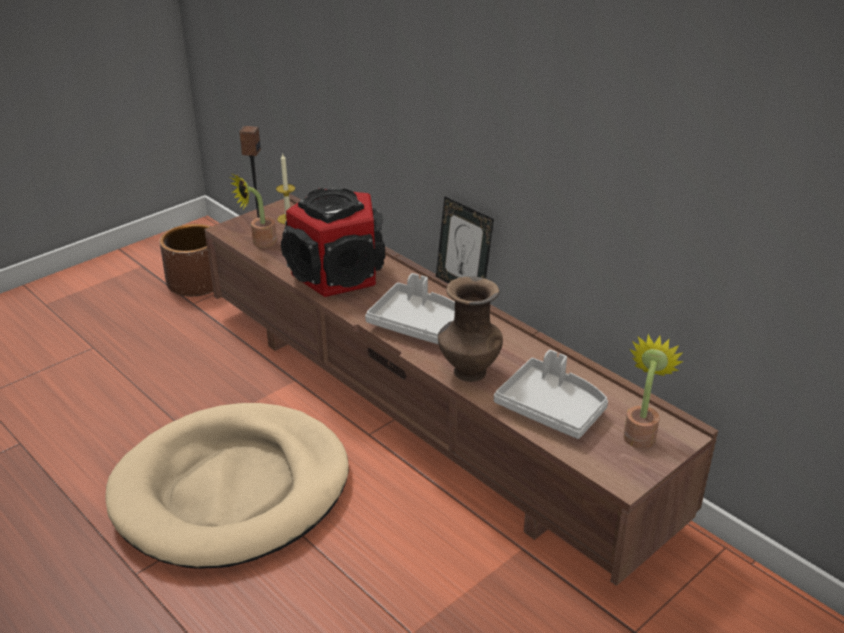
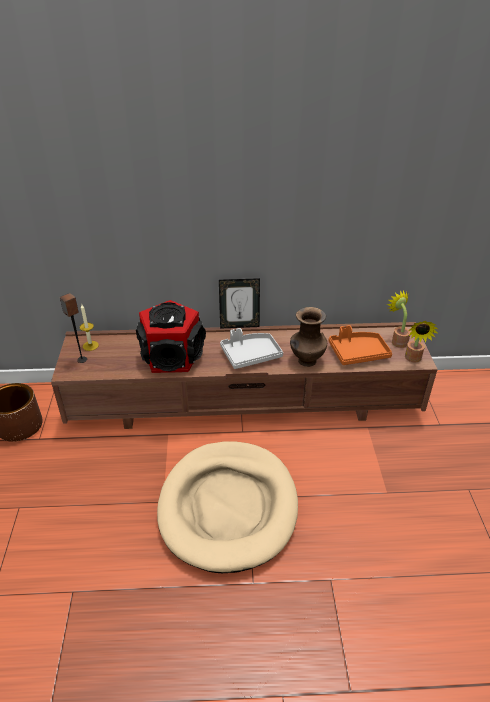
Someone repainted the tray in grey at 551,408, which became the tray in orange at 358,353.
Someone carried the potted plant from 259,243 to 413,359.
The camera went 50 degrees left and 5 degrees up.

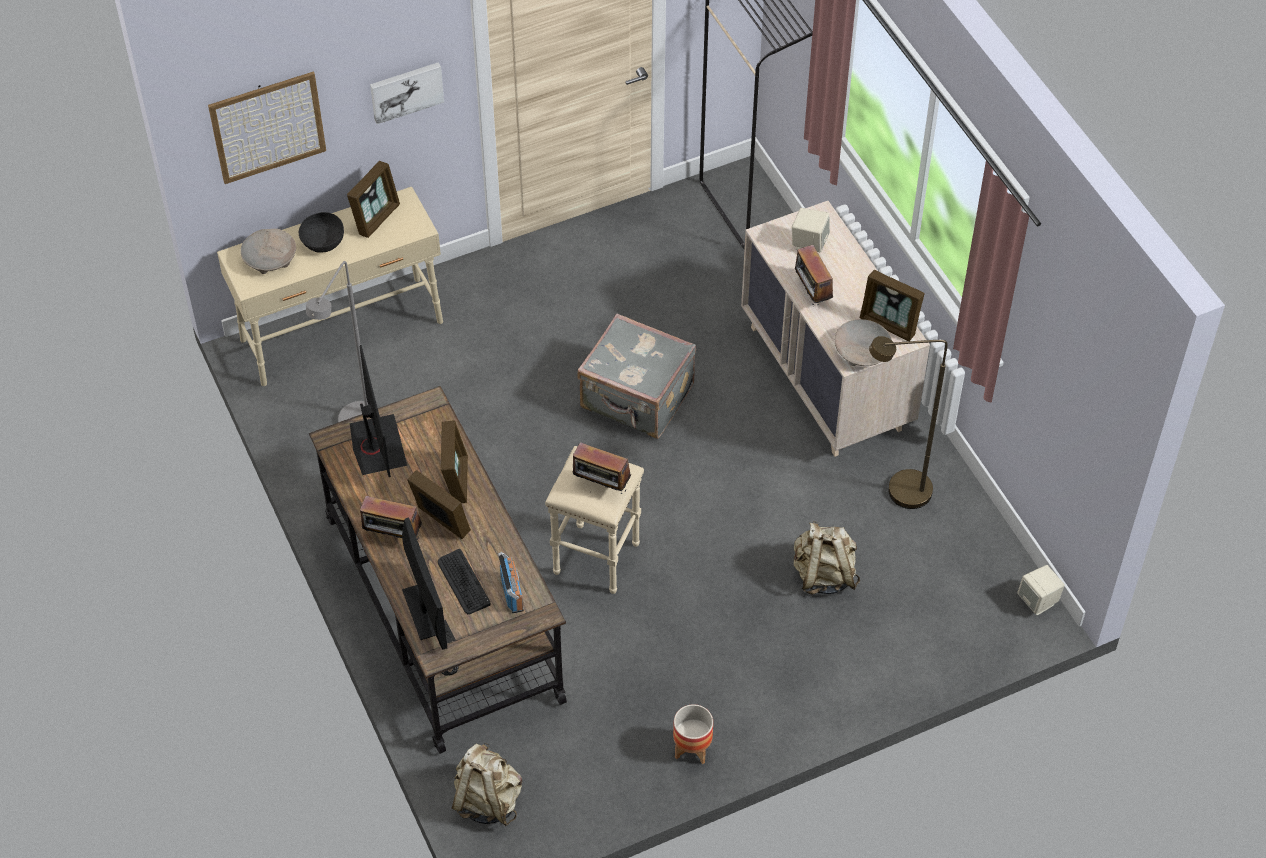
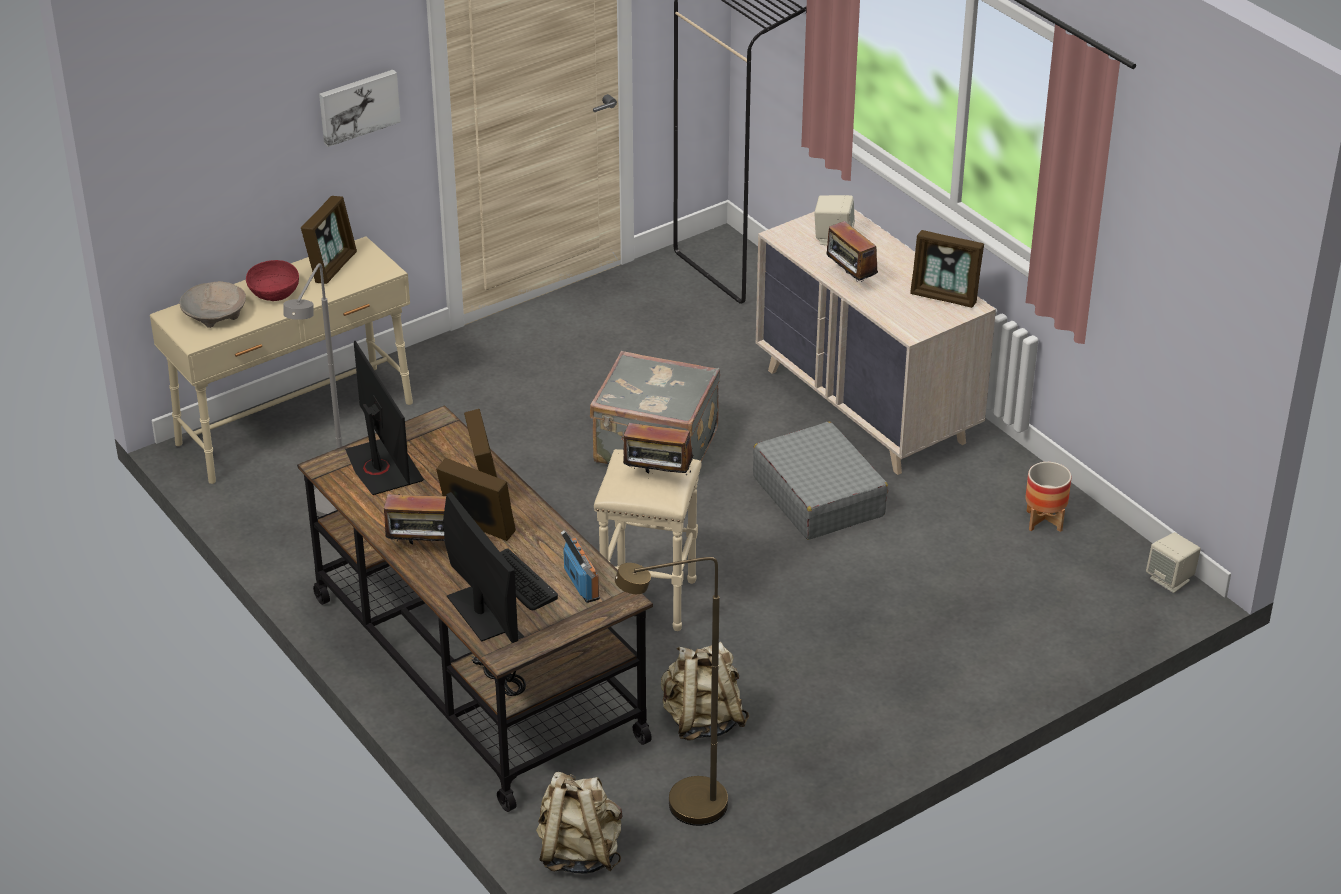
Someone repainted the bowl in black at 323,242, which became the bowl in red at 274,293.
Someone carried the floor lamp in brown from 897,493 to 682,809.
Someone carried the backpack in beige from 823,575 to 702,720.
Someone put down the suitcase in grey at 818,496.
Someone carried the planter from 692,748 to 1044,521.
Someone took away the picture at 267,125.
Someone took away the bowl in beige at 862,351.
The camera went 10 degrees left and 15 degrees down.

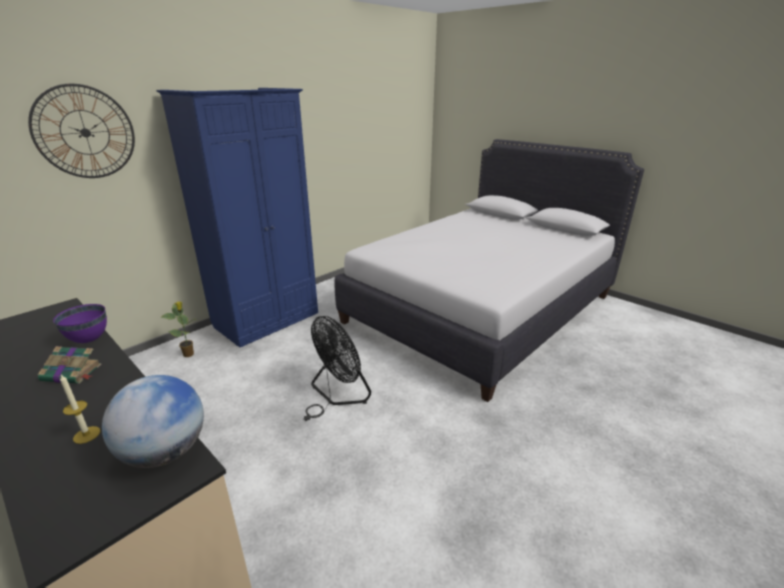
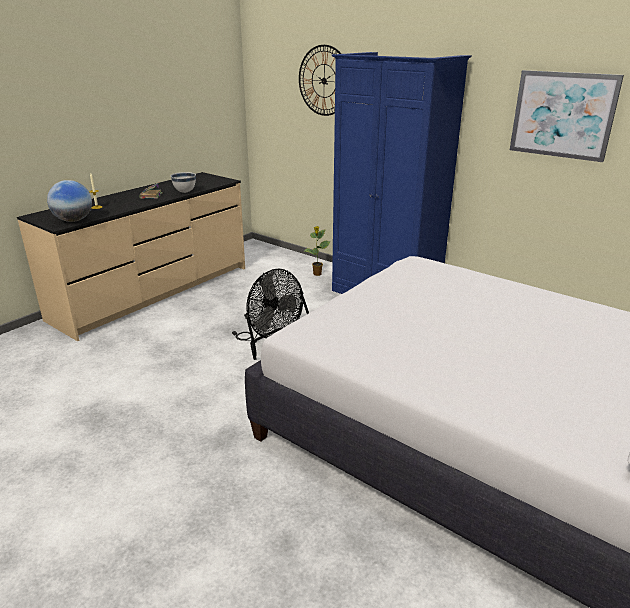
Someone repainted the bowl in purple at 89,340, which became the bowl in white at 184,192.
Someone put up the picture at 562,115.
The camera went 85 degrees right and 0 degrees up.

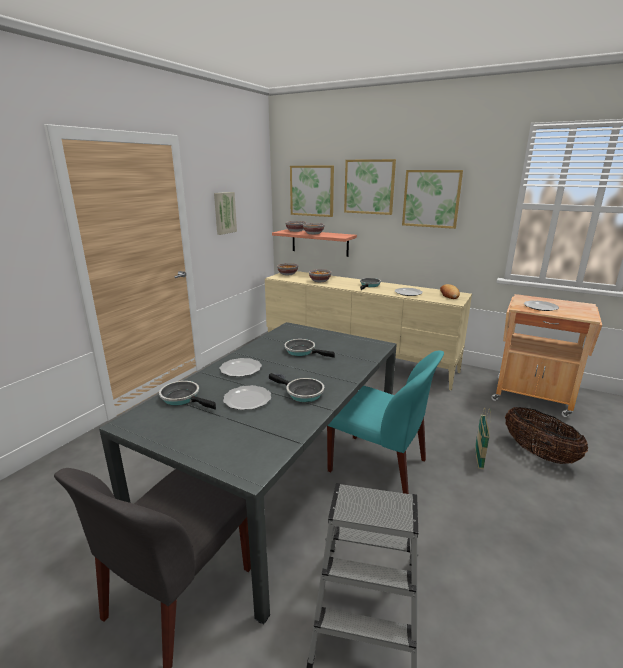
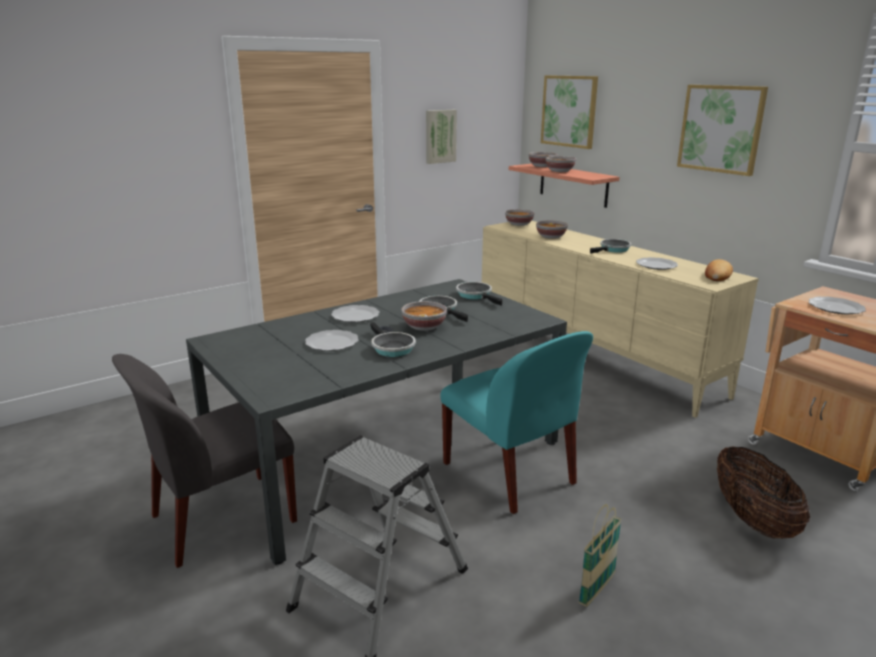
Someone put down the bowl at 424,326.
Someone carried the frying pan from 183,398 to 476,295.
Someone carried the basket from 478,458 to 597,589.
Someone took away the picture at 369,187.
The camera went 25 degrees right and 0 degrees up.

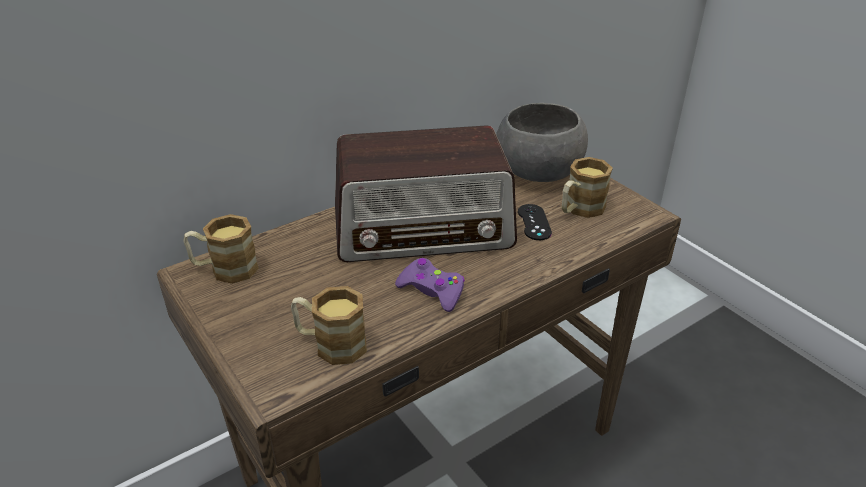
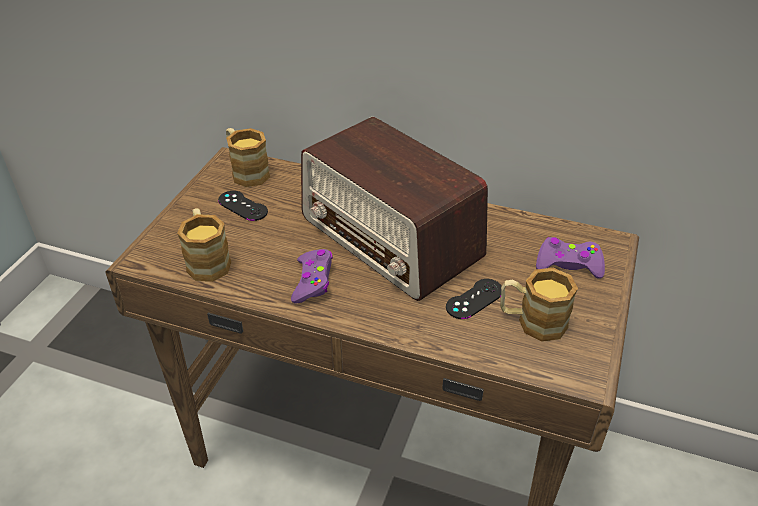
Someone put down the game controller in black at 243,206.
Someone swapped the bowl in grey at 537,170 for the game controller in purple at 568,264.
The camera went 55 degrees right and 5 degrees up.

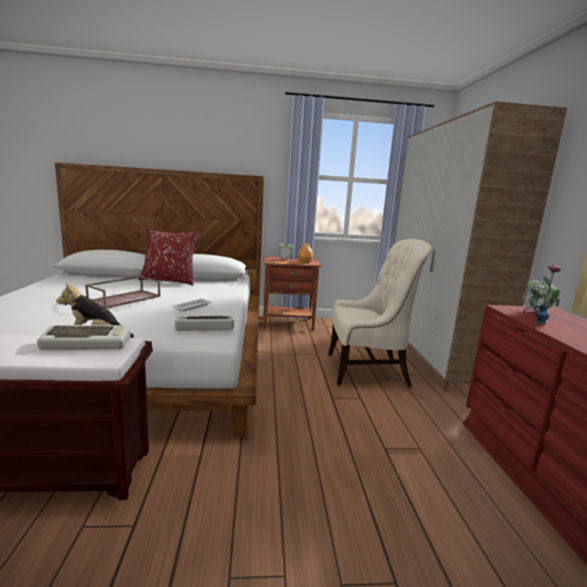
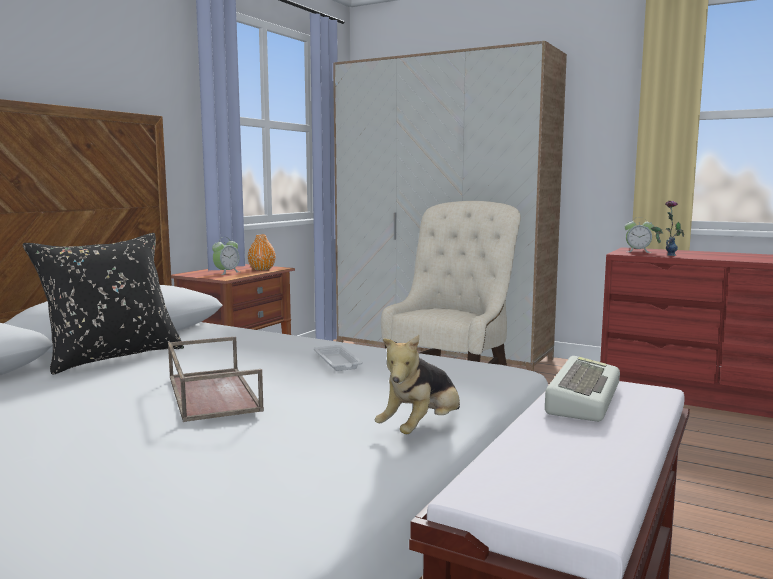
Someone repainted the pillow in red at 169,281, which became the pillow in black at 112,357.
Someone took away the keyboard at 204,327.
The camera went 55 degrees left and 5 degrees down.

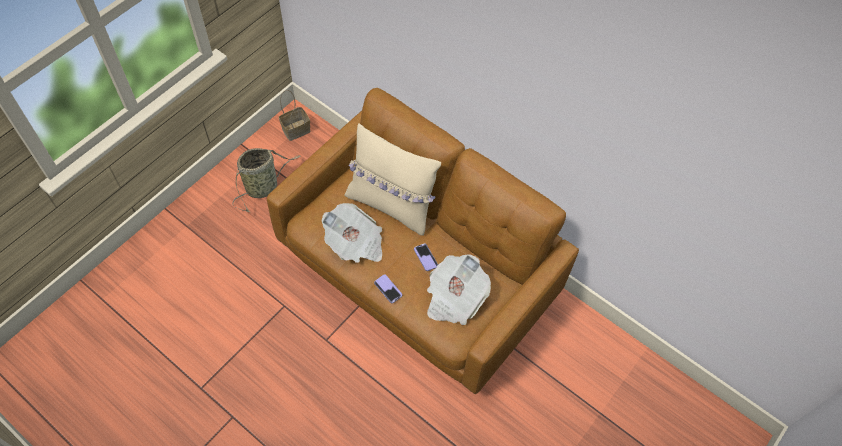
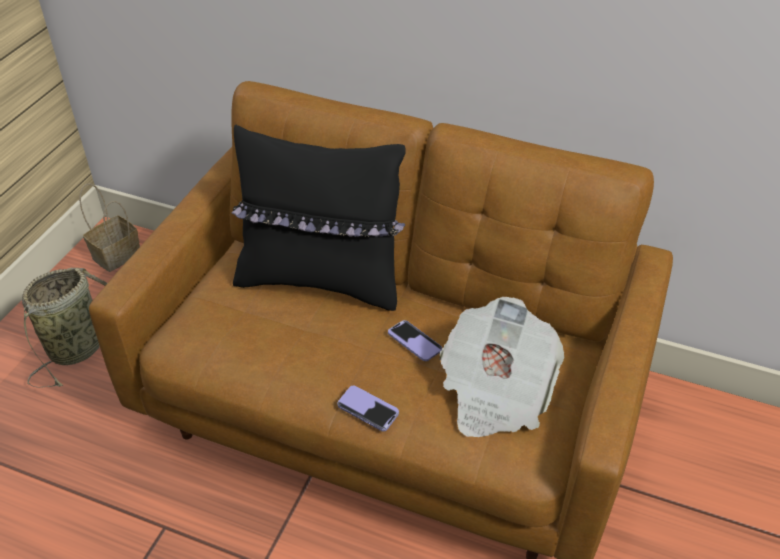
Someone repainted the pillow in beige at 391,205, which became the pillow in black at 321,280.
Someone took away the newspaper at 355,243.
The camera went 15 degrees left and 15 degrees down.

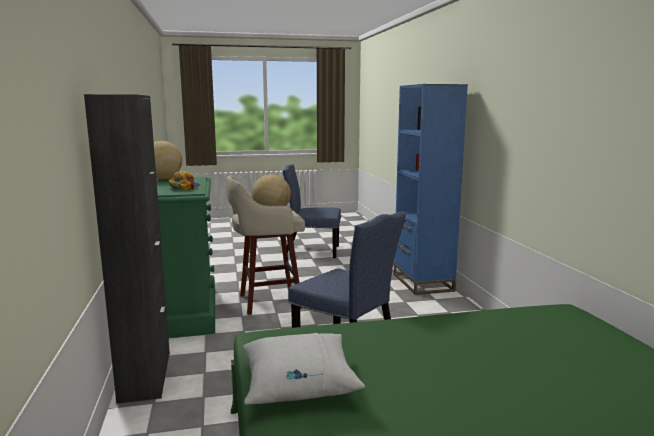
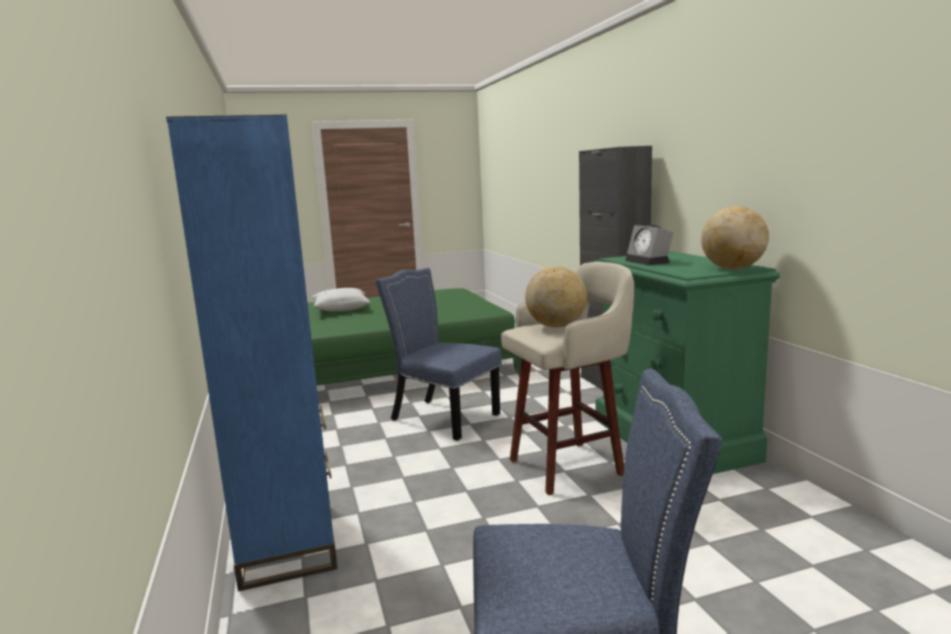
Someone carried the pillow in grey from 298,384 to 341,310.
Someone swapped the cap at 184,187 for the alarm clock at 649,261.
The camera went 175 degrees right and 0 degrees up.

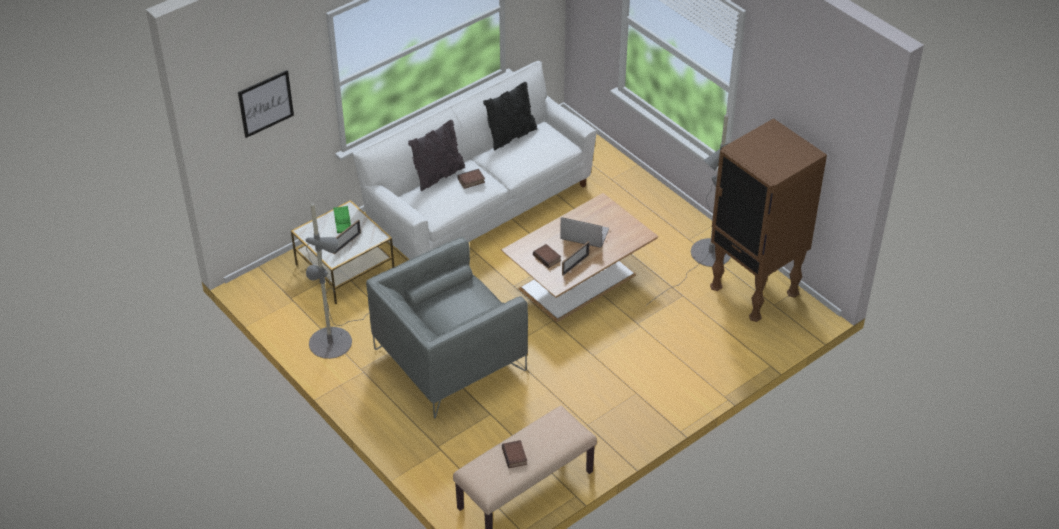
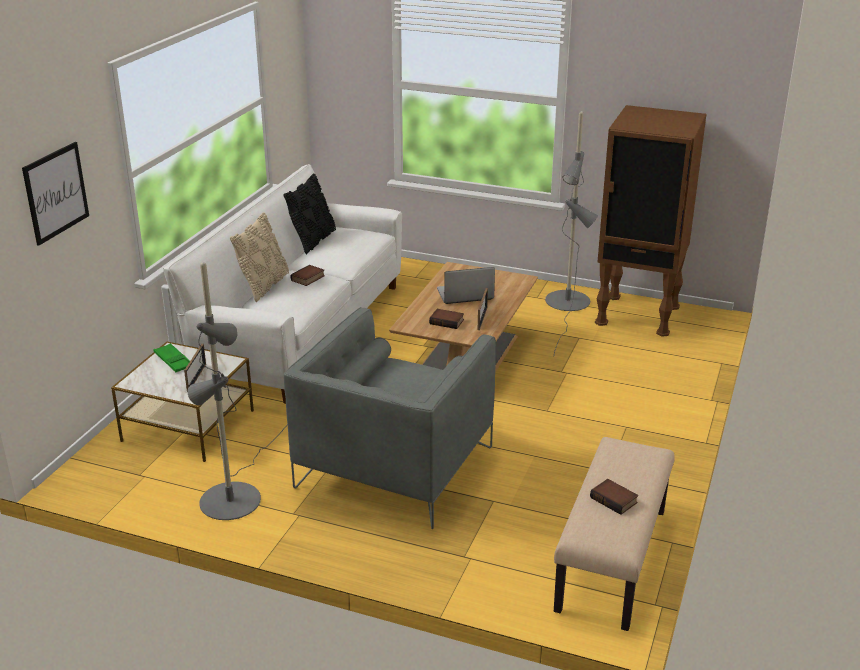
Someone repainted the pillow in black at 438,175, which became the pillow in beige at 264,286.
The camera went 30 degrees left and 15 degrees down.

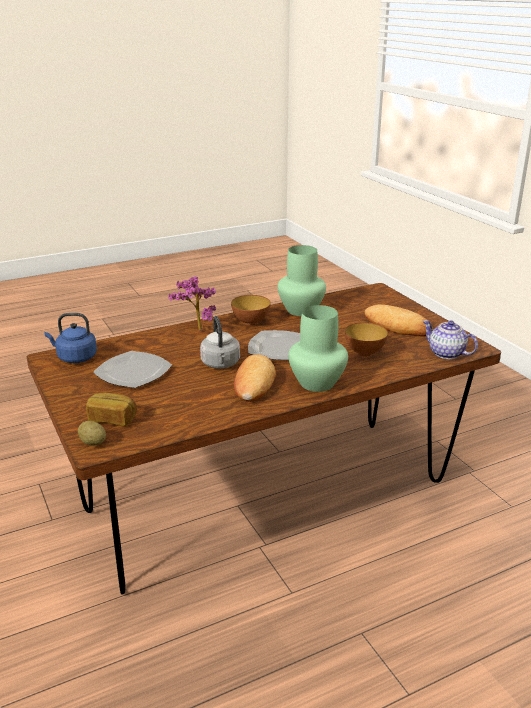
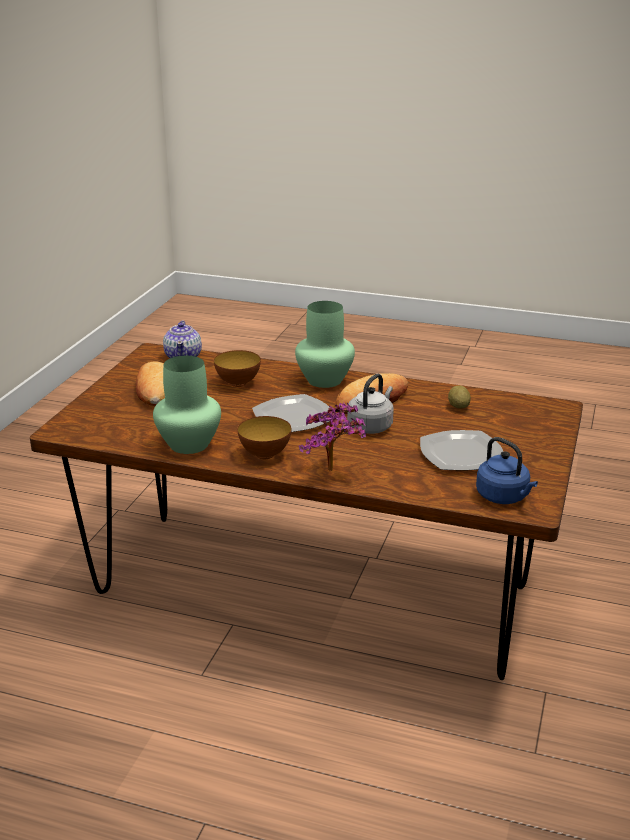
Someone carried the potato from 93,442 to 458,406.
Someone took away the bread at 112,419.
The camera went 135 degrees left and 0 degrees up.

